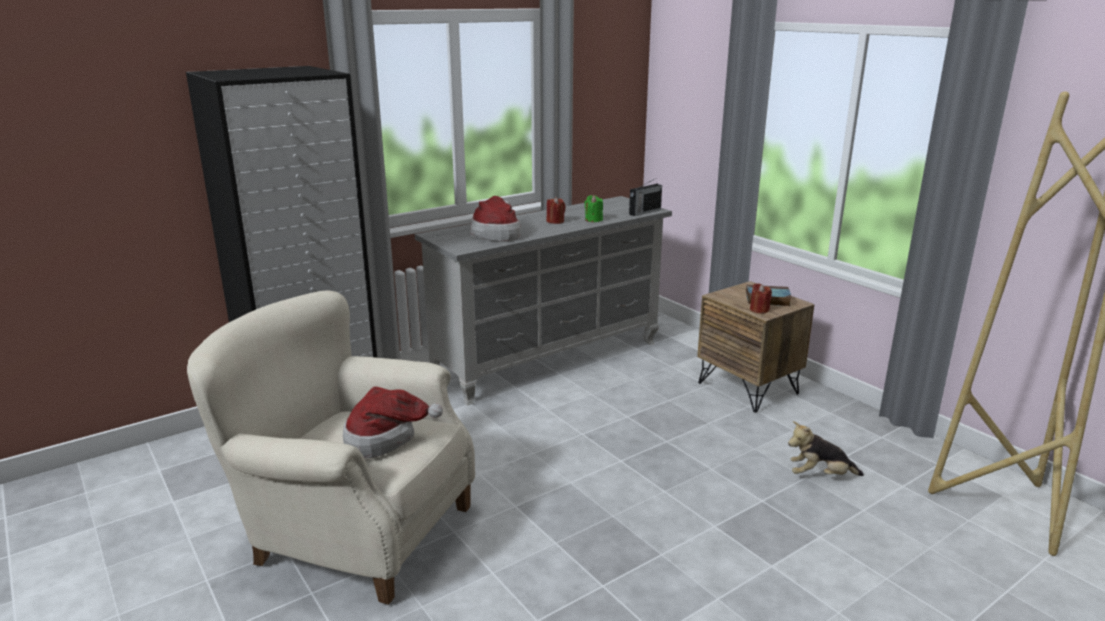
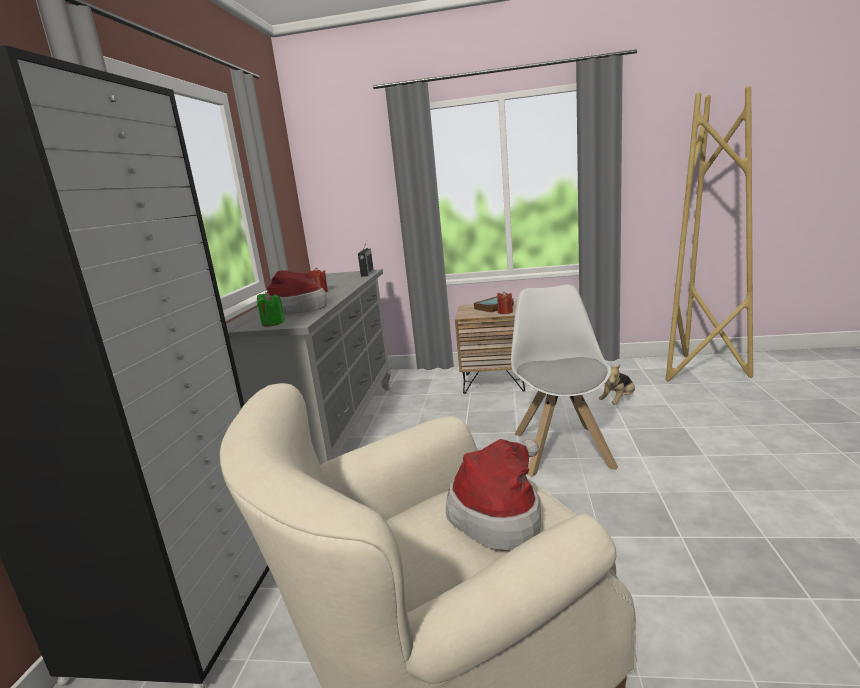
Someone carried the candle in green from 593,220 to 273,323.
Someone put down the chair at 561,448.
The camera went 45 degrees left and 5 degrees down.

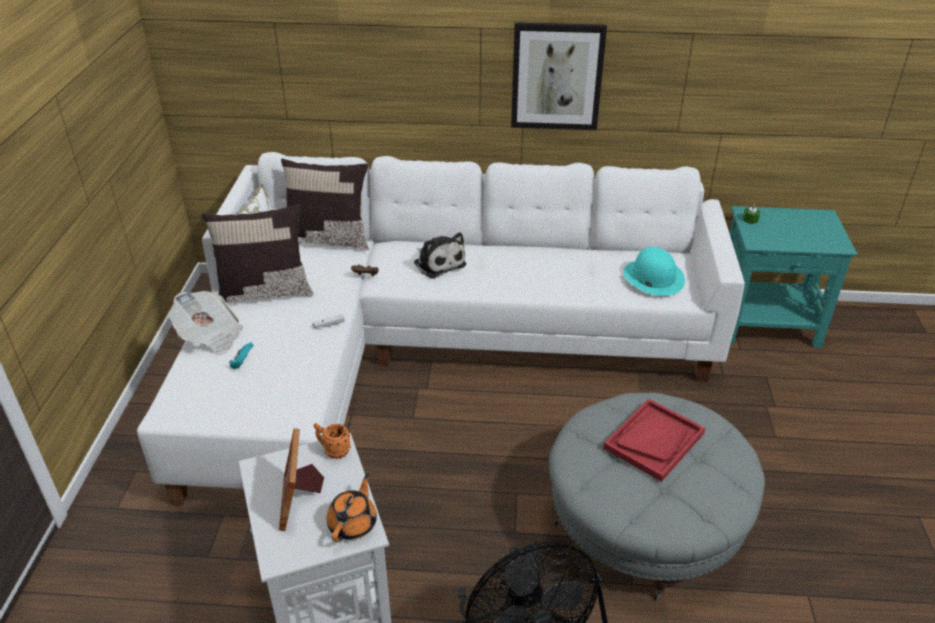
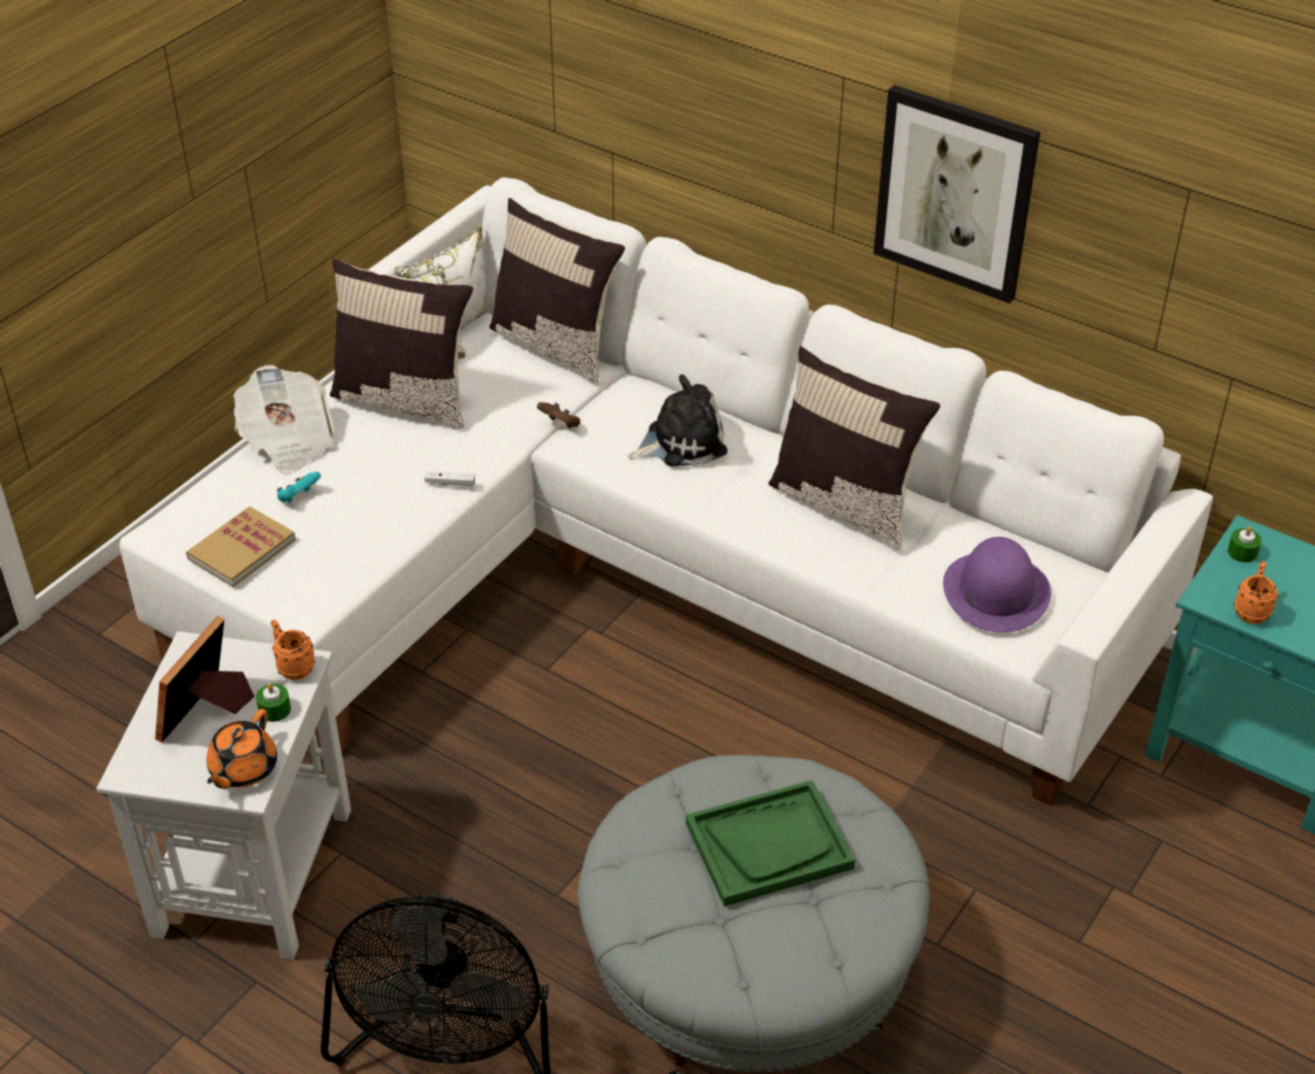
Someone put down the book at 241,549.
Someone rotated the teapot in orange at 353,523 by 150 degrees clockwise.
Someone put down the candle in green at 274,709.
Someone rotated the plush toy at 438,263 by 105 degrees counterclockwise.
Someone repainted the tray in red at 654,440, which became the tray in green at 769,845.
Someone put down the pillow at 845,504.
Someone repainted the hat in turquoise at 653,277, which became the hat in purple at 995,591.
Someone put down the mug in orange at 1251,610.
The camera went 30 degrees right and 5 degrees up.

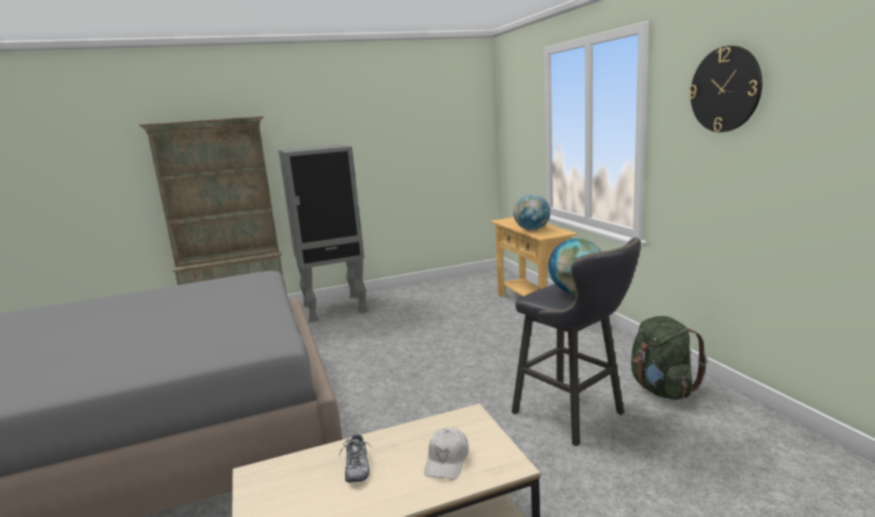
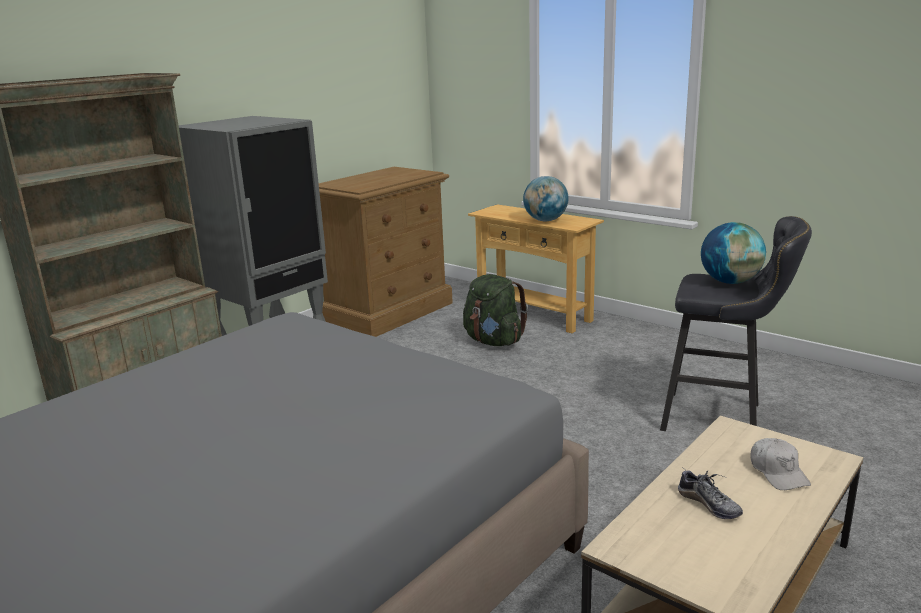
Someone put down the dresser in brown at 389,312.
Someone carried the backpack in green from 662,389 to 493,341.
Someone took away the wall clock at 725,89.
The camera went 30 degrees left and 5 degrees up.

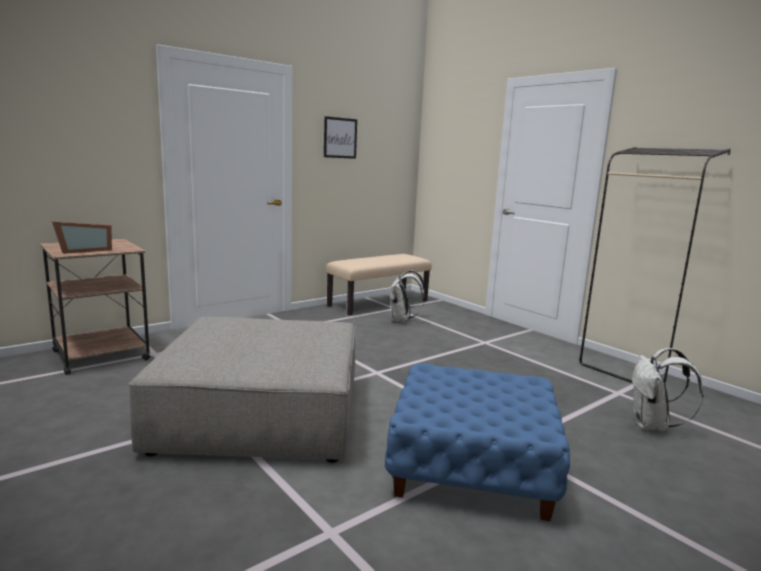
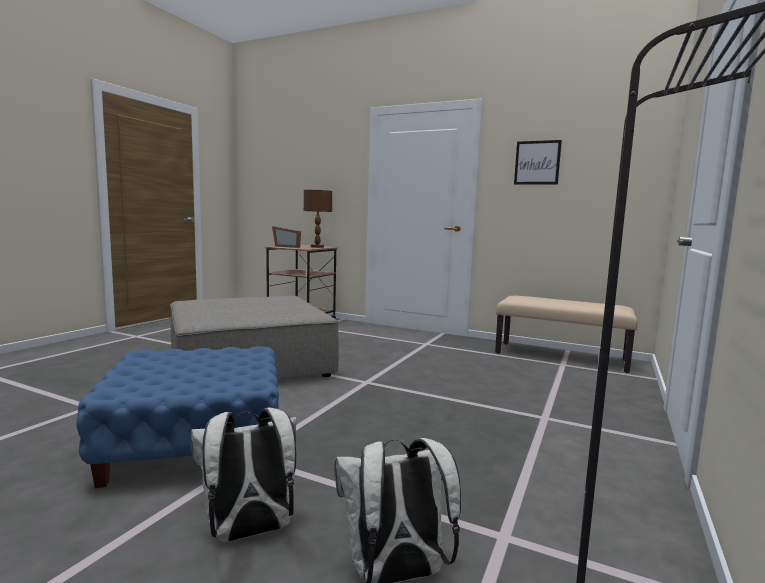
Someone carried the backpack in white from 402,320 to 249,532.
Someone put down the table lamp in brown at 317,247.
The camera went 65 degrees right and 5 degrees down.

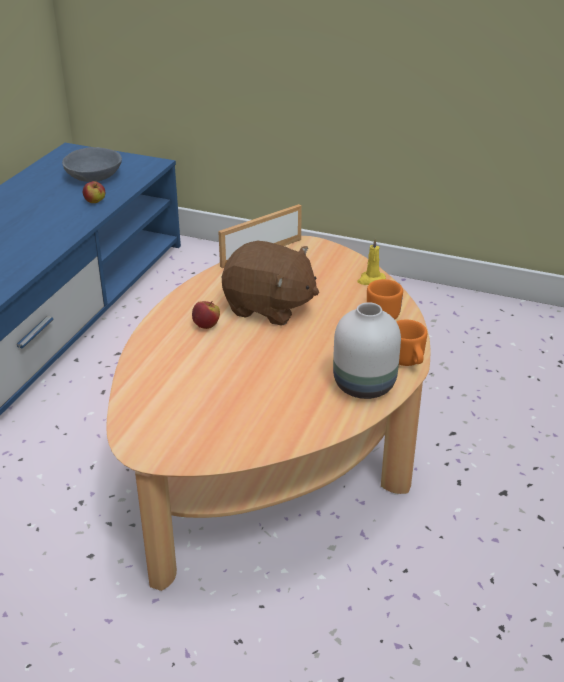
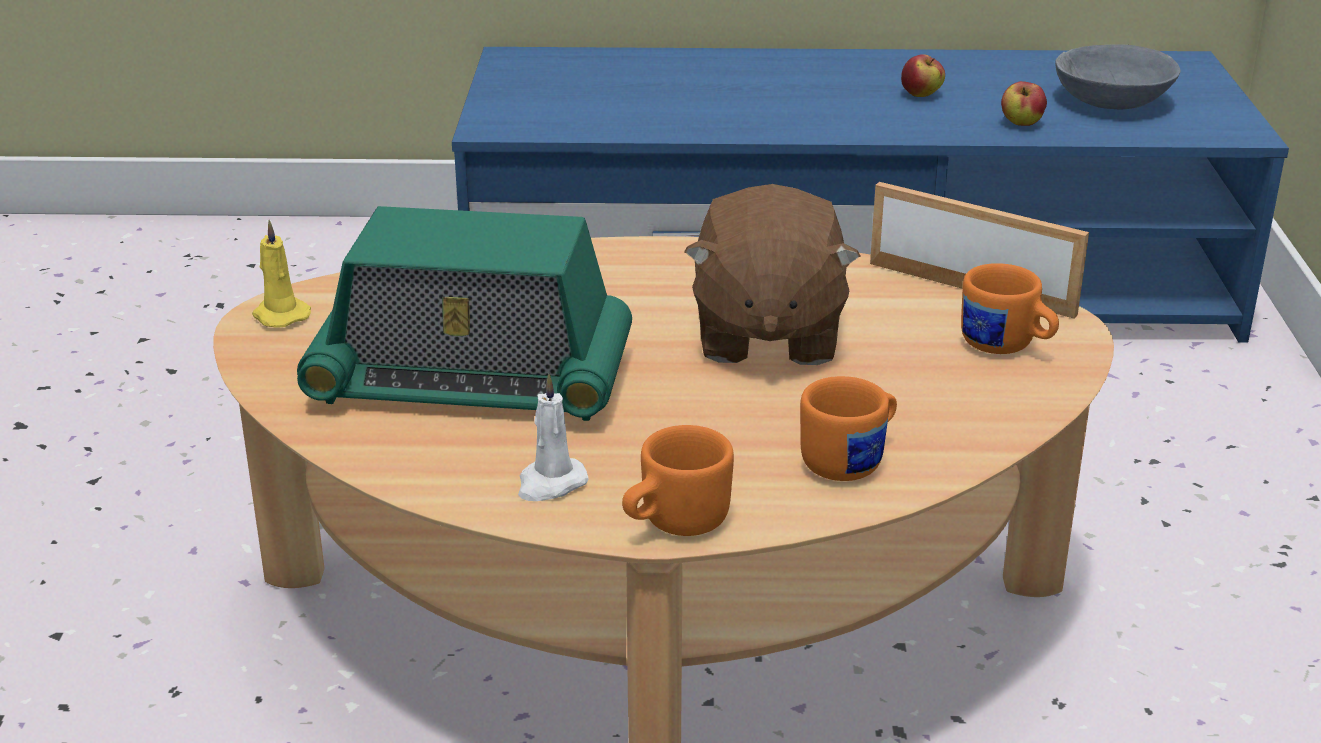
Someone carried the candle in yellow from 371,280 to 279,315.
Someone put down the radio at 471,380.
Someone swapped the vase in white at 363,386 for the candle in white at 550,484.
Someone carried the apple from 206,326 to 921,95.
Someone put down the mug in orange at 1006,347.
The camera went 70 degrees right and 5 degrees down.

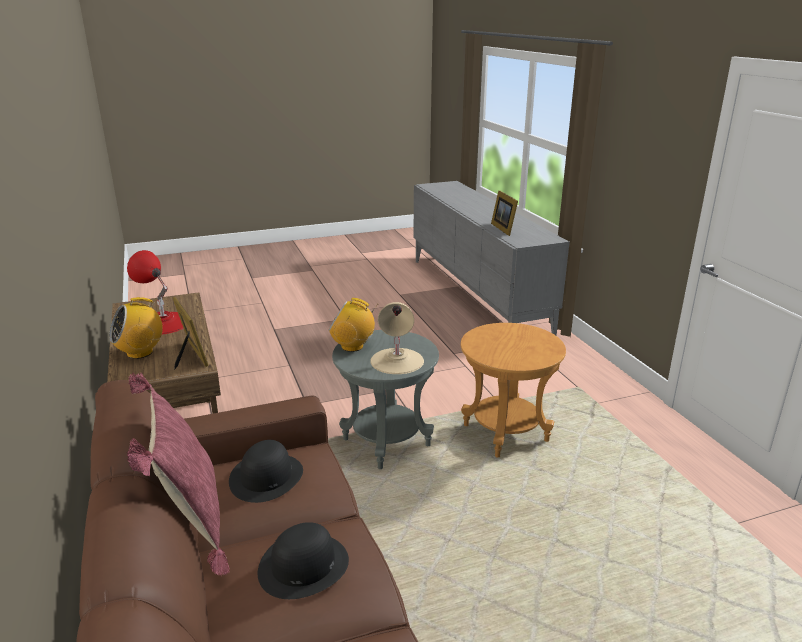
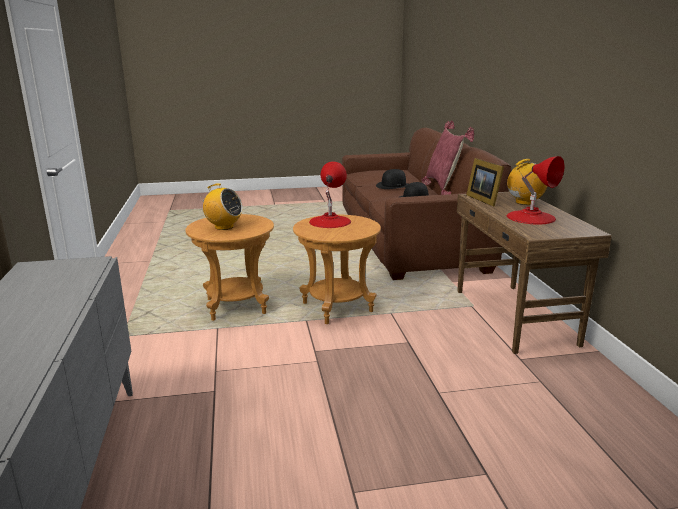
Someone carried the radio from 352,346 to 223,227.
Someone repainted the side table in grey at 386,443, which became the side table in brown at 337,308.
Someone repainted the table lamp in beige at 397,361, which became the table lamp in red at 330,221.
Someone took away the picture frame at 504,228.
The camera went 170 degrees left and 5 degrees down.

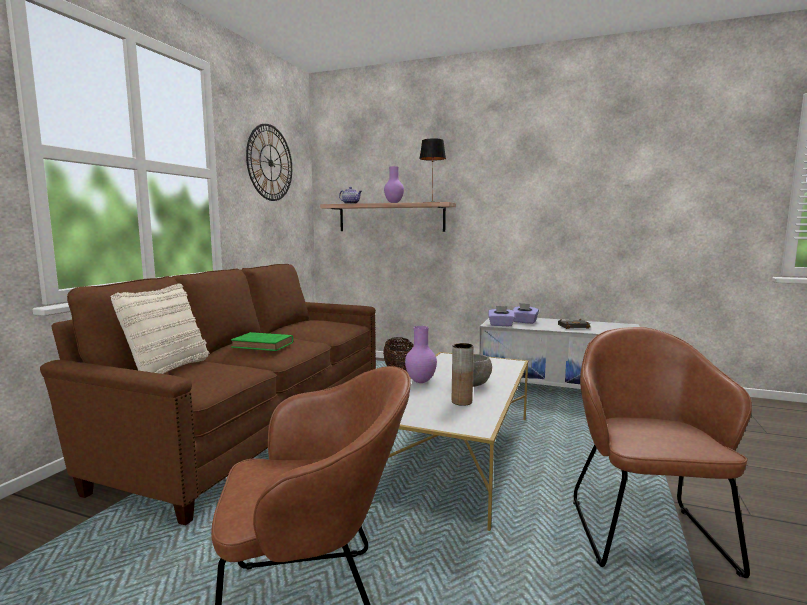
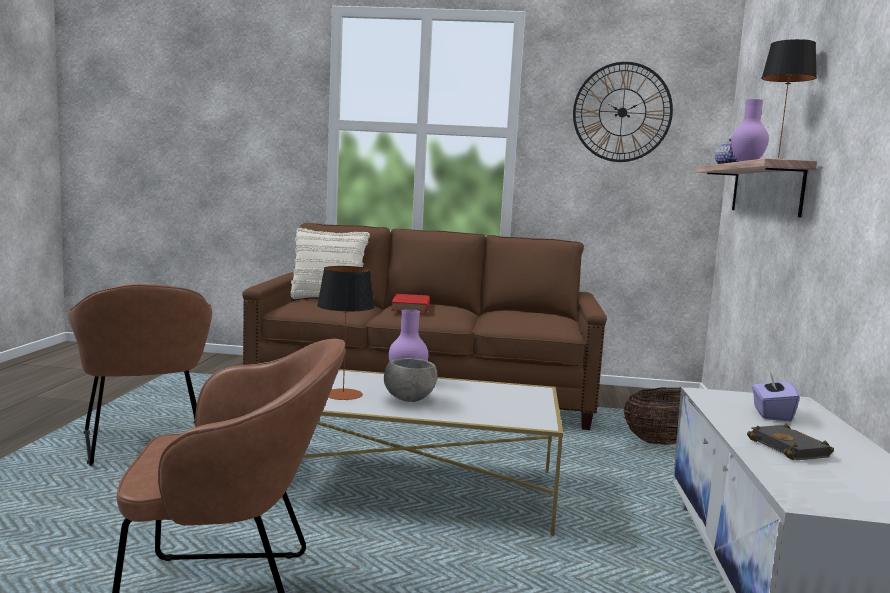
Someone swapped the vase in brown at 461,402 for the table lamp at 343,394.
Someone repainted the book in green at 264,345, which became the book in red at 410,307.
Someone took away the tissue box in purple at 501,325.
The camera went 75 degrees right and 0 degrees up.

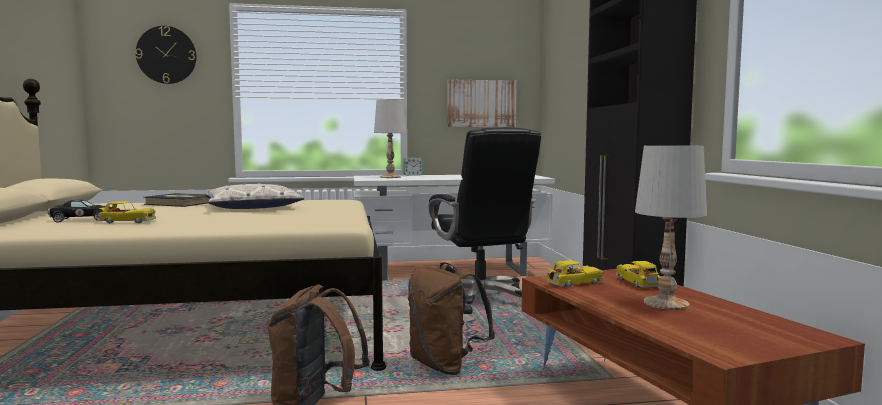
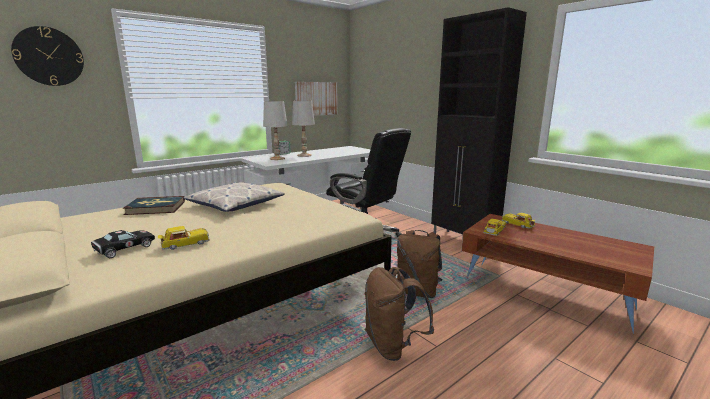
Someone carried the table lamp in white from 665,303 to 304,155.
The camera went 30 degrees left and 10 degrees up.

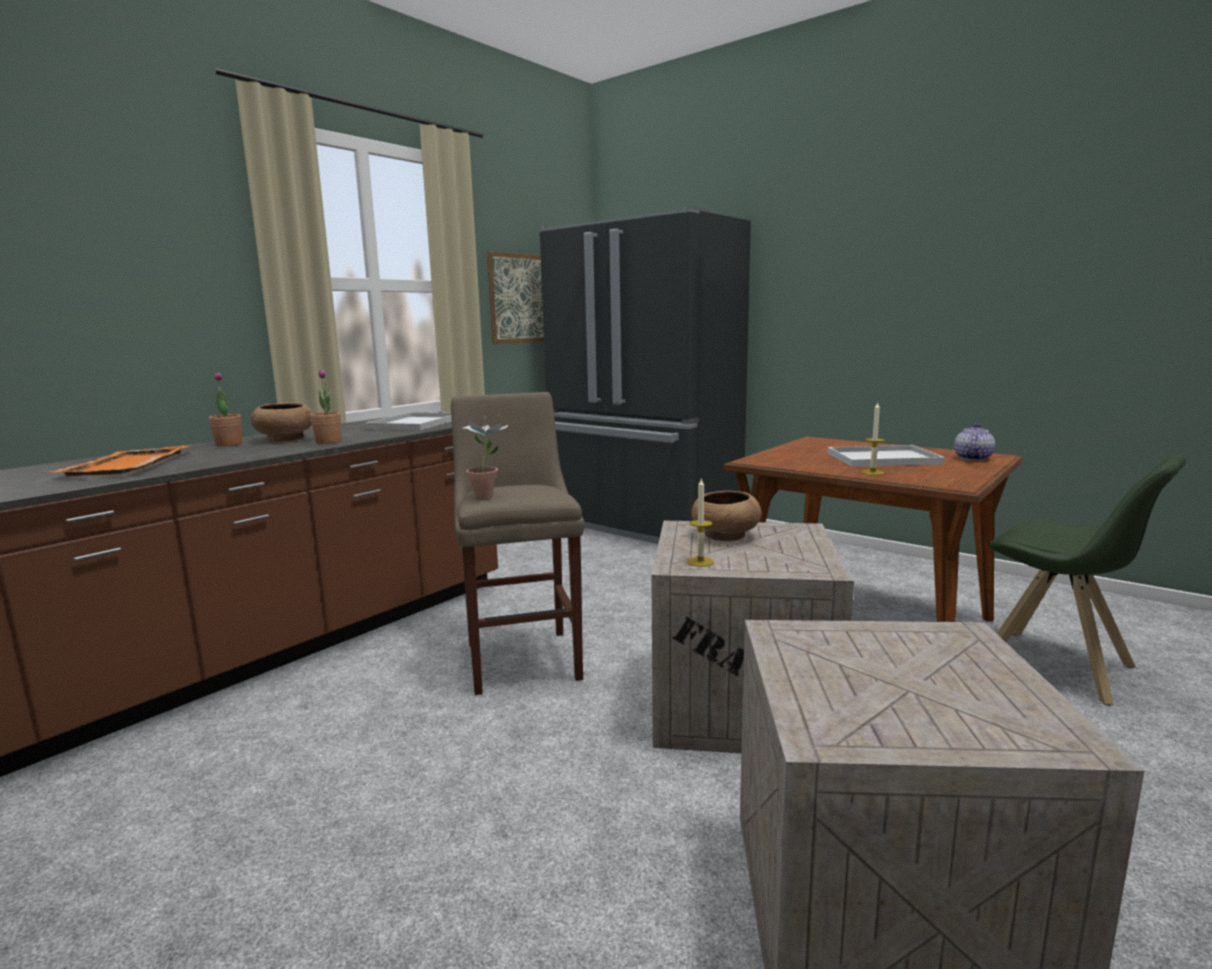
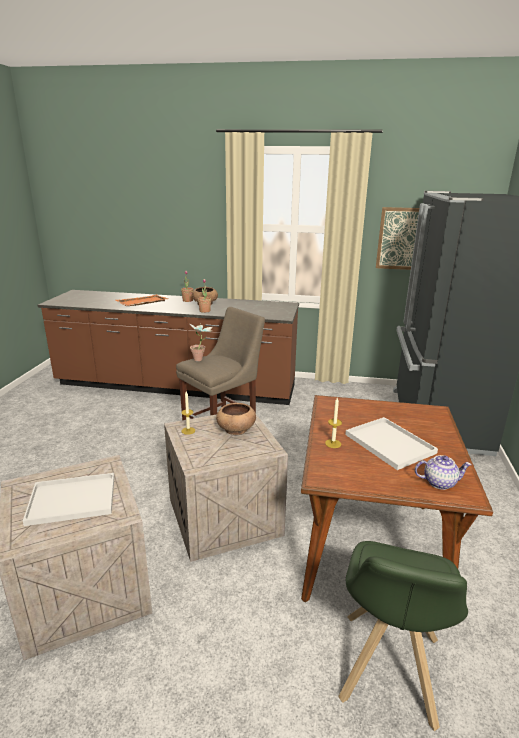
Someone carried the tray in white from 415,423 to 74,499.
The camera went 60 degrees right and 10 degrees up.

